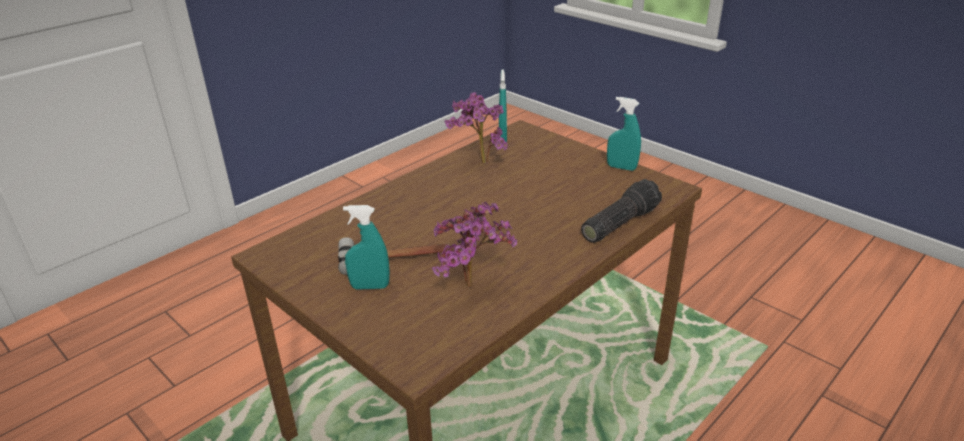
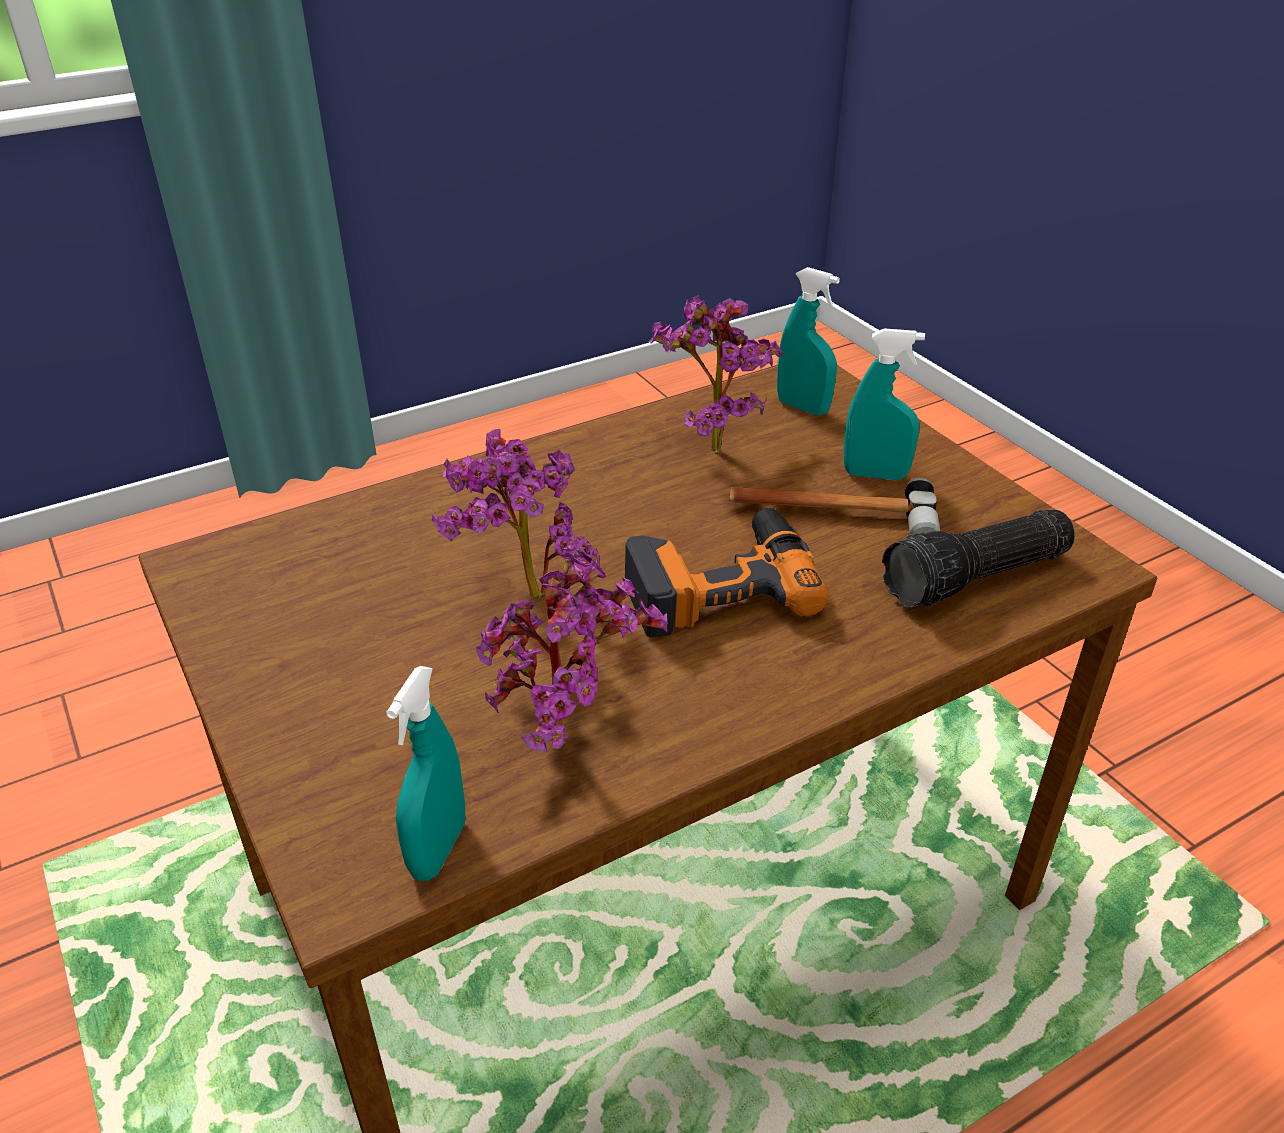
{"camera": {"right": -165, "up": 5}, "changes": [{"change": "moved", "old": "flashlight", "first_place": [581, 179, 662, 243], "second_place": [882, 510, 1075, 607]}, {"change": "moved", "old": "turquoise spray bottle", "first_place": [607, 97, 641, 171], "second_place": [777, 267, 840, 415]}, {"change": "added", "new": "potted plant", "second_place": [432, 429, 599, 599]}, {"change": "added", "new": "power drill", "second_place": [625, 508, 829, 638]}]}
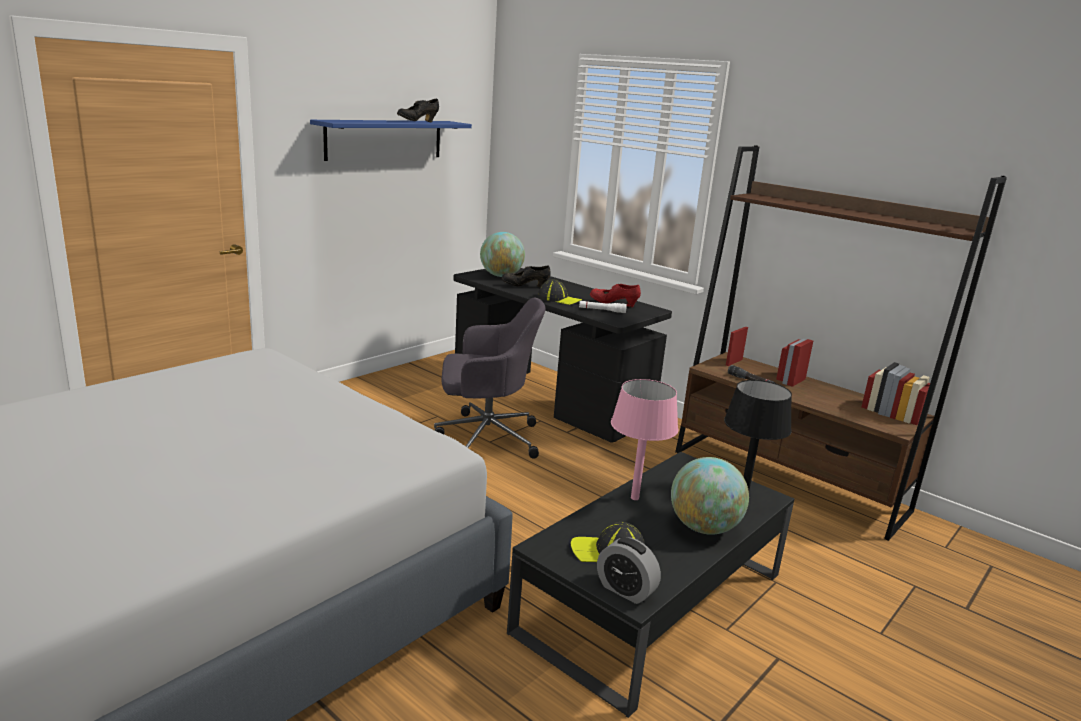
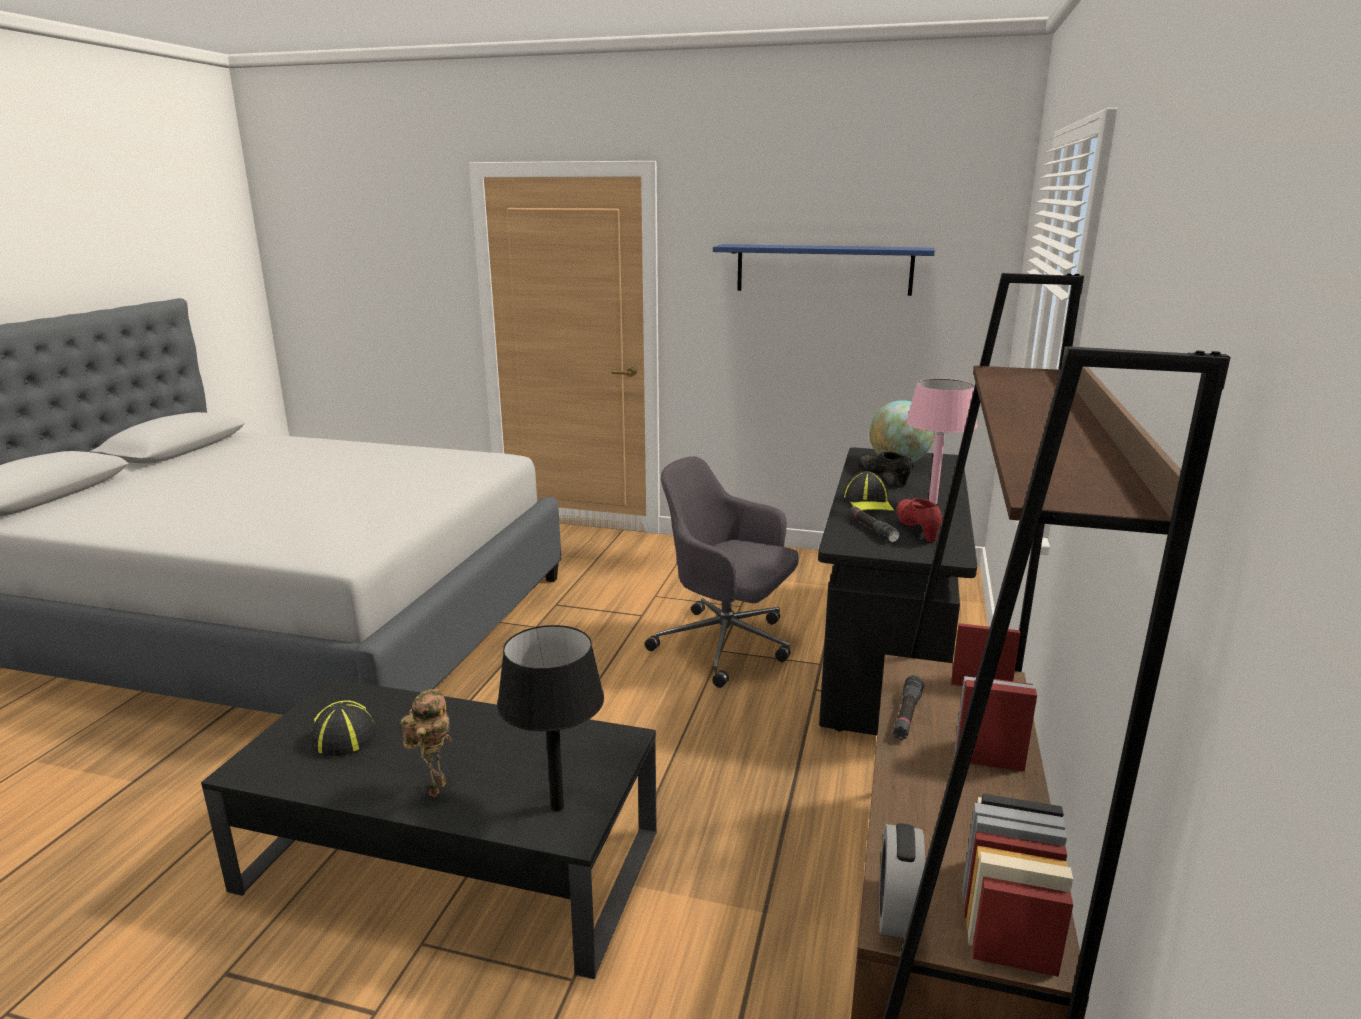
{"camera": {"right": 65, "up": 0}, "changes": [{"change": "removed", "old": "black shoe", "first_place": [397, 99, 439, 122]}, {"change": "turned", "old": "grey office chair", "first_place": [434, 297, 546, 459], "second_place": [645, 456, 799, 688], "degrees": 150}, {"change": "recoloured", "old": "white flashlight", "new": "black flashlight", "first_place": [579, 301, 627, 313], "second_place": [849, 507, 900, 543]}, {"change": "moved", "old": "alarm clock", "first_place": [597, 537, 661, 604], "second_place": [879, 823, 925, 938]}, {"change": "moved", "old": "pink table lamp", "first_place": [611, 379, 678, 500], "second_place": [906, 379, 977, 504]}, {"change": "replaced", "old": "globe", "new": "toy robot", "first_place": [671, 457, 749, 535], "second_place": [401, 689, 452, 797]}]}
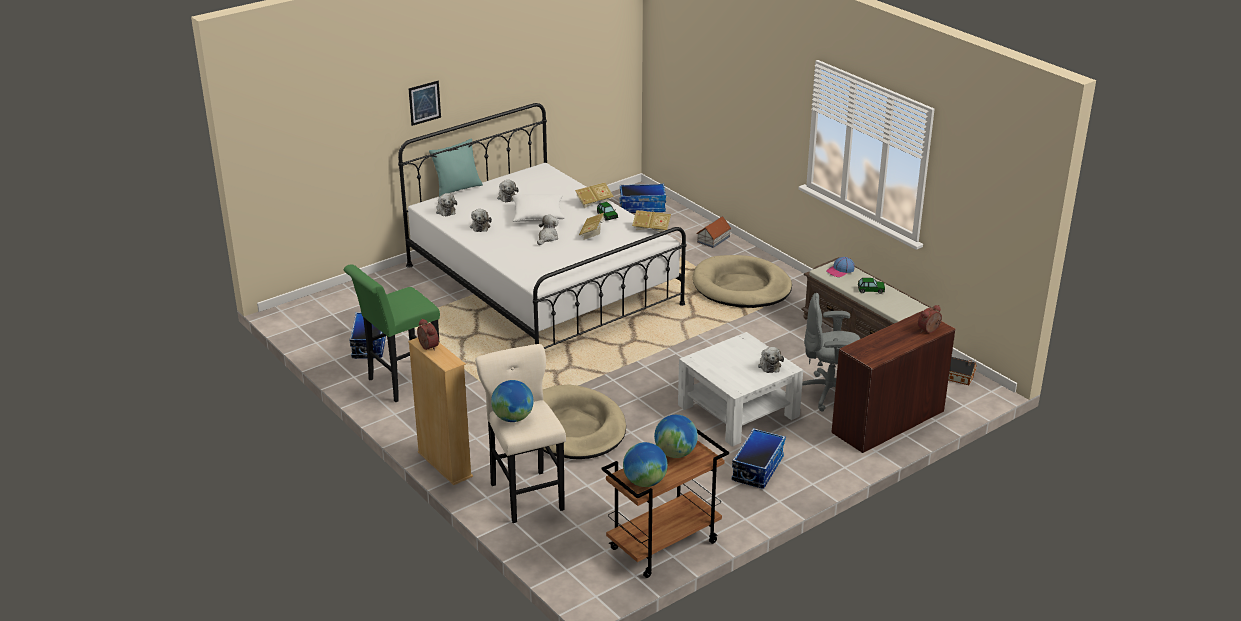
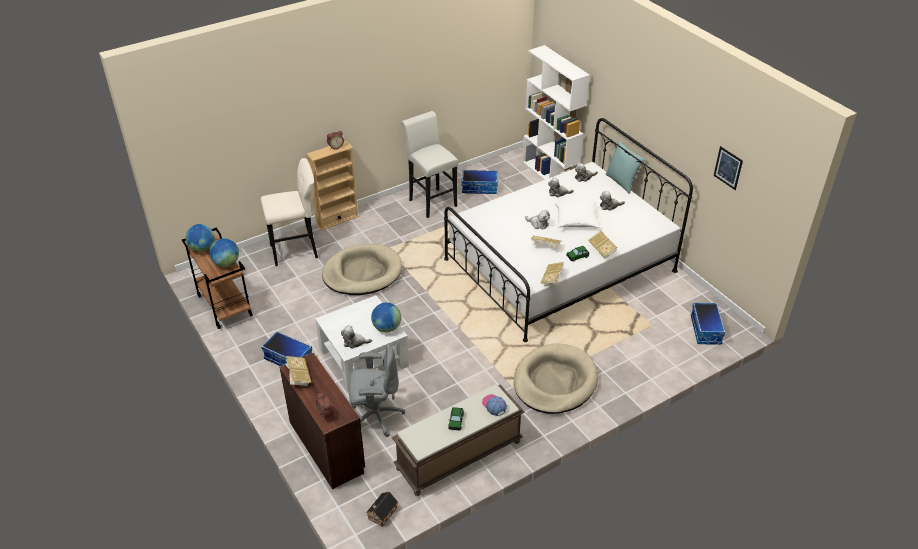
{"camera": {"right": 95, "up": 10}, "changes": [{"change": "recoloured", "old": "green stool", "new": "white stool", "first_place": [344, 264, 440, 402], "second_place": [401, 111, 458, 218]}, {"change": "moved", "old": "picture", "first_place": [409, 81, 441, 126], "second_place": [714, 146, 743, 190]}, {"change": "moved", "old": "globe", "first_place": [491, 380, 534, 422], "second_place": [371, 302, 401, 332]}, {"change": "removed", "old": "toy house", "first_place": [697, 216, 731, 248]}, {"change": "turned", "old": "grey office chair", "first_place": [802, 293, 860, 411], "second_place": [349, 344, 405, 437], "degrees": 75}, {"change": "added", "new": "book", "second_place": [285, 356, 311, 386]}, {"change": "added", "new": "white bookcase", "second_place": [522, 45, 590, 180]}]}
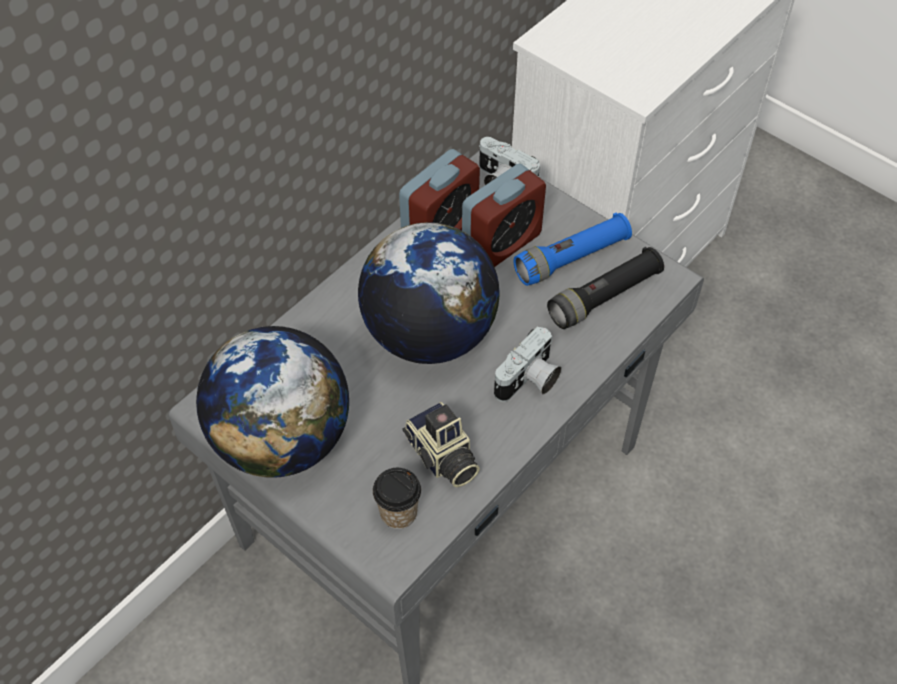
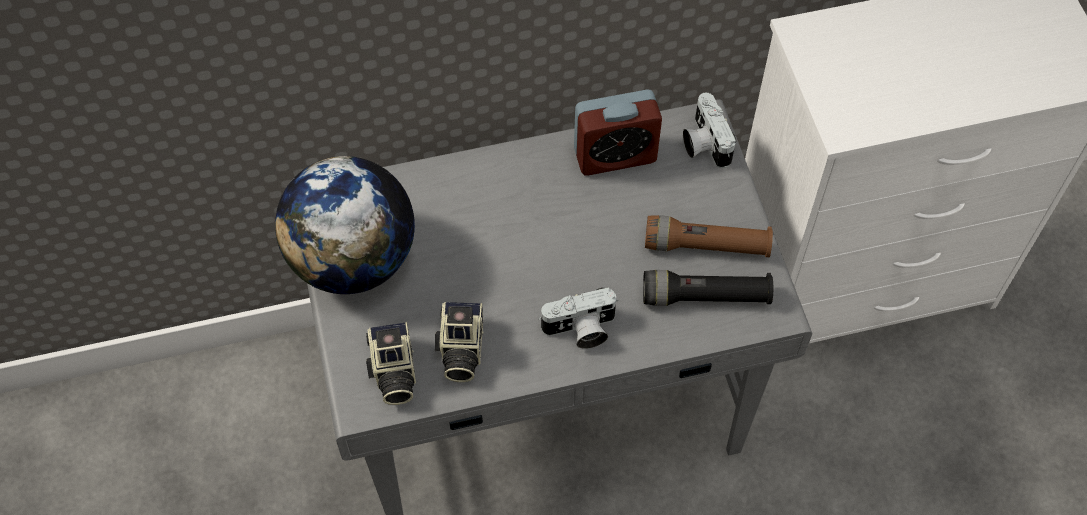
{"camera": {"right": 35, "up": 5}, "changes": [{"change": "removed", "old": "globe", "first_place": [358, 222, 499, 364]}, {"change": "replaced", "old": "cup", "new": "photo camera", "first_place": [373, 468, 421, 529], "second_place": [366, 322, 416, 405]}, {"change": "removed", "old": "alarm clock", "first_place": [462, 164, 546, 267]}, {"change": "recoloured", "old": "blue flashlight", "new": "brown flashlight", "first_place": [513, 213, 632, 286], "second_place": [645, 215, 773, 257]}]}
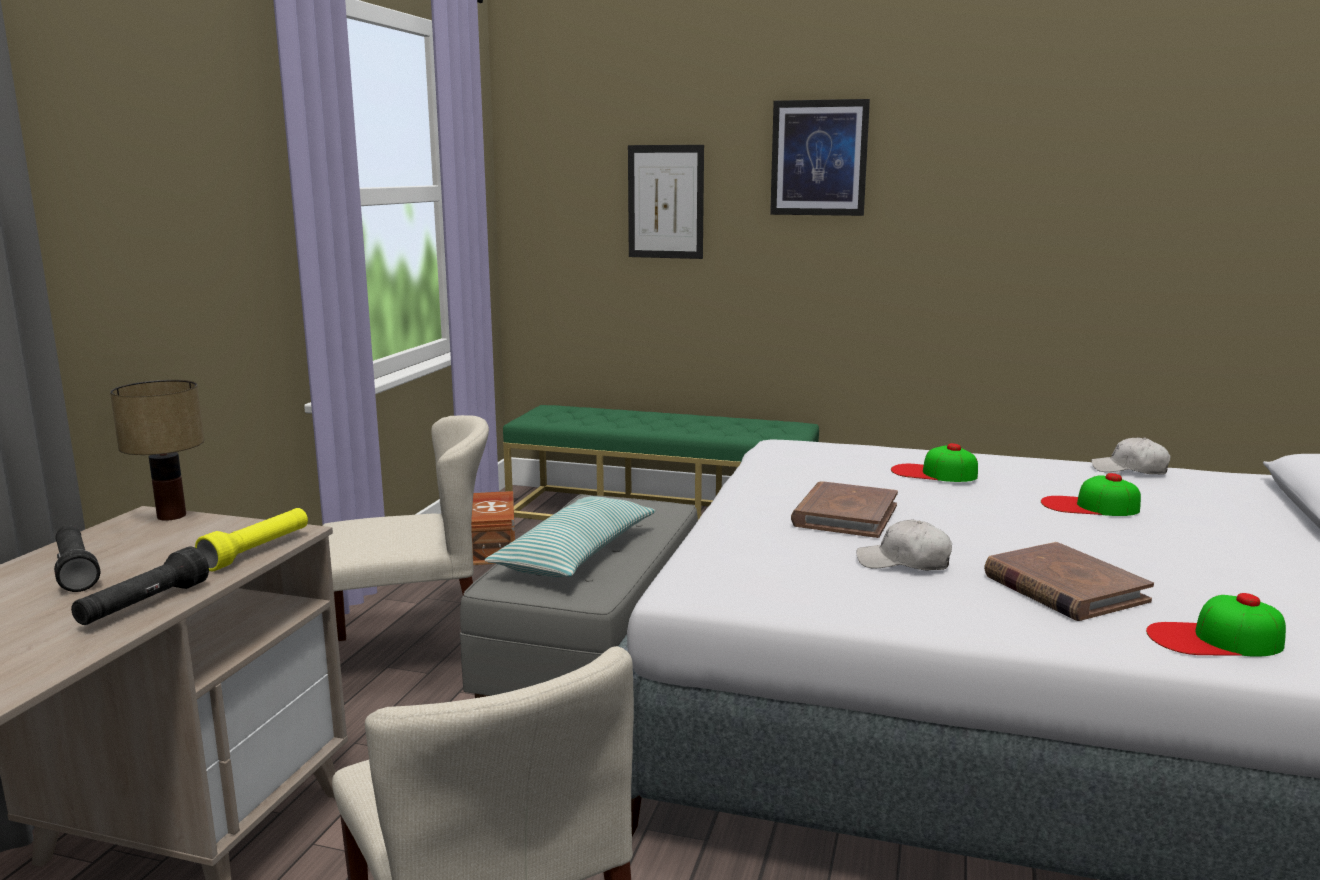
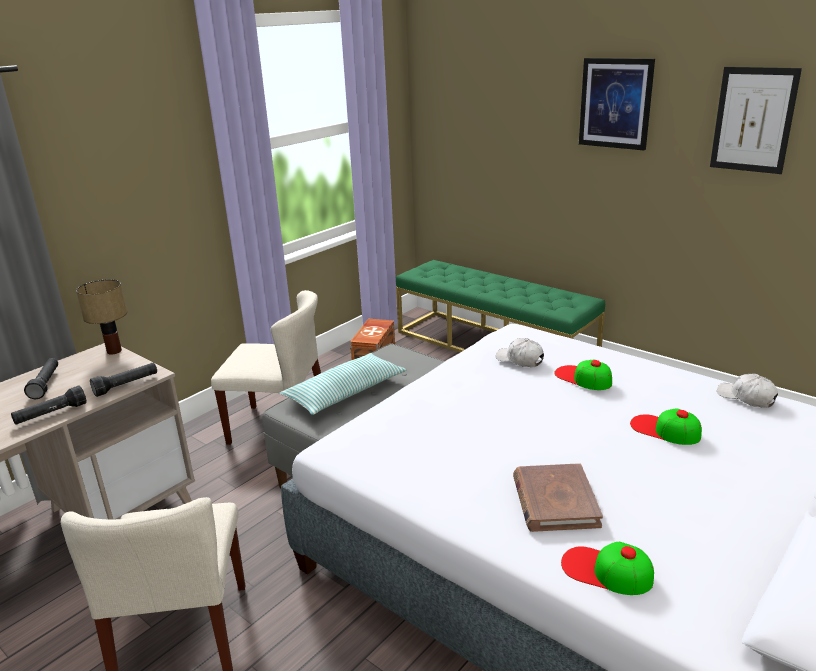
{"camera": {"right": 25, "up": 10}, "changes": [{"change": "recoloured", "old": "yellow flashlight", "new": "black flashlight", "first_place": [195, 508, 308, 571], "second_place": [90, 363, 157, 397]}, {"change": "moved", "old": "picture", "first_place": [628, 145, 704, 259], "second_place": [710, 67, 802, 174]}, {"change": "removed", "old": "brown book", "first_place": [791, 481, 898, 538]}, {"change": "moved", "old": "white cap", "first_place": [856, 519, 952, 571], "second_place": [496, 338, 544, 367]}]}
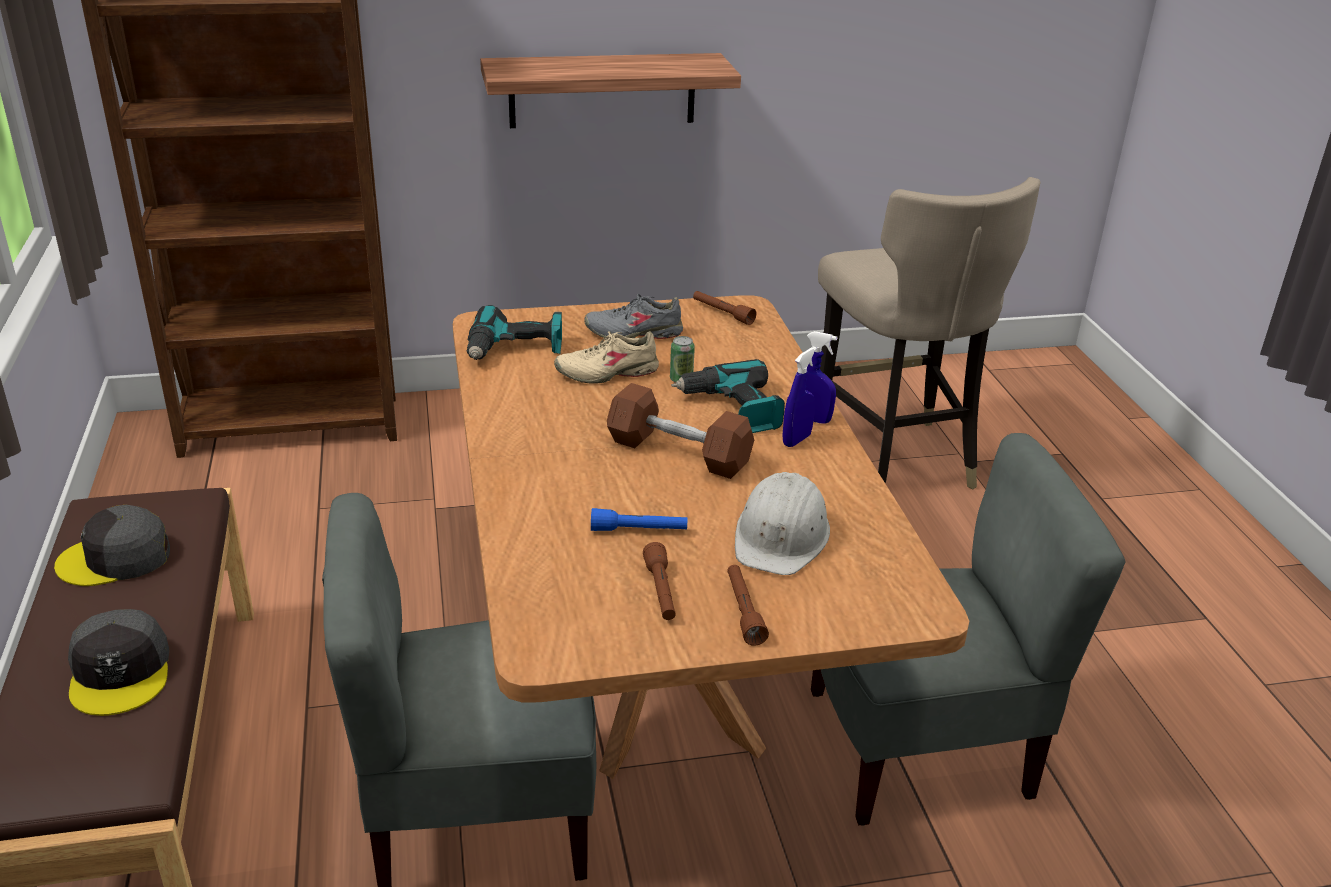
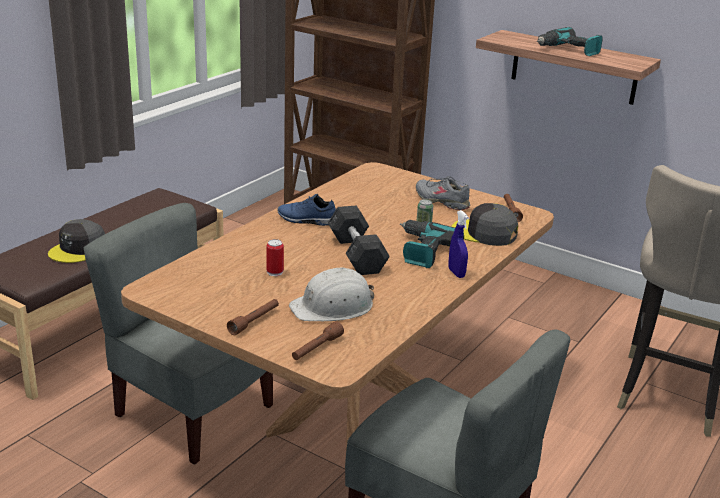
{"camera": {"right": 45, "up": -5}, "changes": [{"change": "moved", "old": "grey cap", "first_place": [54, 505, 170, 586], "second_place": [451, 203, 518, 246]}, {"change": "moved", "old": "power drill", "first_place": [467, 305, 562, 360], "second_place": [537, 27, 603, 56]}, {"change": "removed", "old": "beige shoe", "first_place": [554, 331, 659, 383]}, {"change": "replaced", "old": "blue flashlight", "new": "can", "first_place": [591, 508, 688, 531], "second_place": [266, 239, 284, 276]}, {"change": "recoloured", "old": "brown dumbbell", "new": "grey dumbbell", "first_place": [607, 383, 754, 479], "second_place": [328, 205, 390, 275]}, {"change": "moved", "old": "brown flashlight", "first_place": [643, 542, 676, 620], "second_place": [292, 321, 344, 360]}, {"change": "removed", "old": "blue spray bottle", "first_place": [782, 347, 817, 447]}, {"change": "added", "new": "blue shoe", "second_place": [277, 194, 336, 226]}]}
